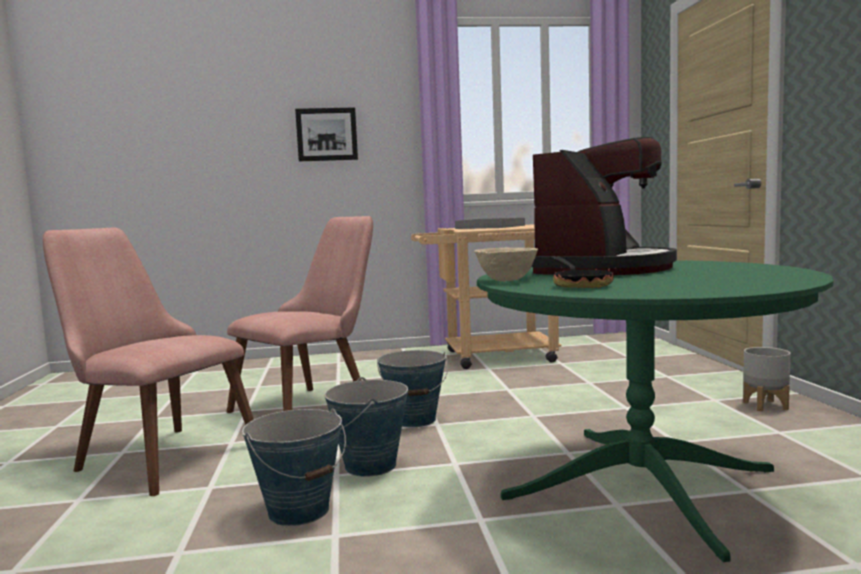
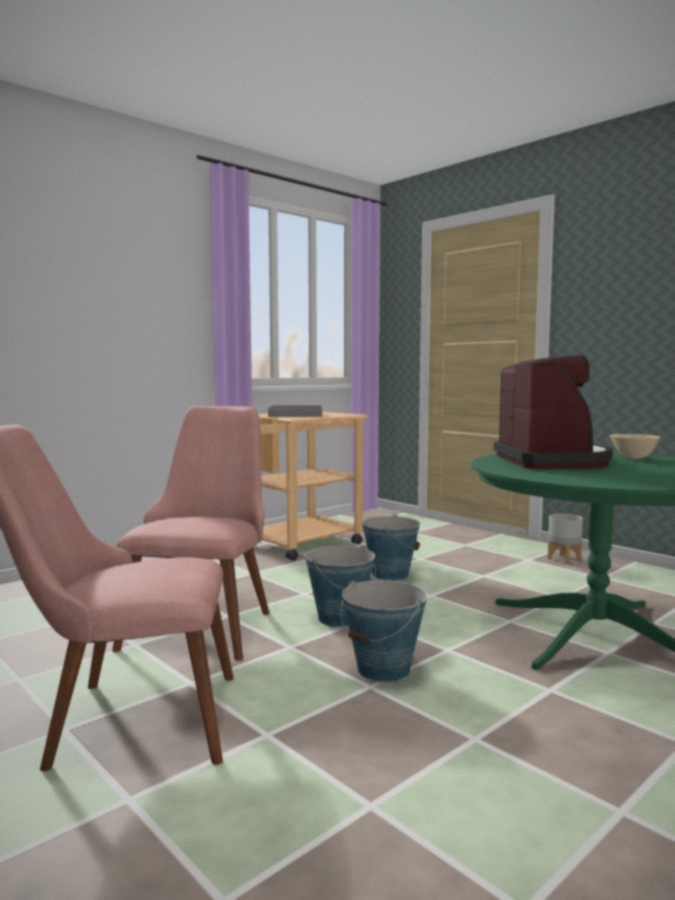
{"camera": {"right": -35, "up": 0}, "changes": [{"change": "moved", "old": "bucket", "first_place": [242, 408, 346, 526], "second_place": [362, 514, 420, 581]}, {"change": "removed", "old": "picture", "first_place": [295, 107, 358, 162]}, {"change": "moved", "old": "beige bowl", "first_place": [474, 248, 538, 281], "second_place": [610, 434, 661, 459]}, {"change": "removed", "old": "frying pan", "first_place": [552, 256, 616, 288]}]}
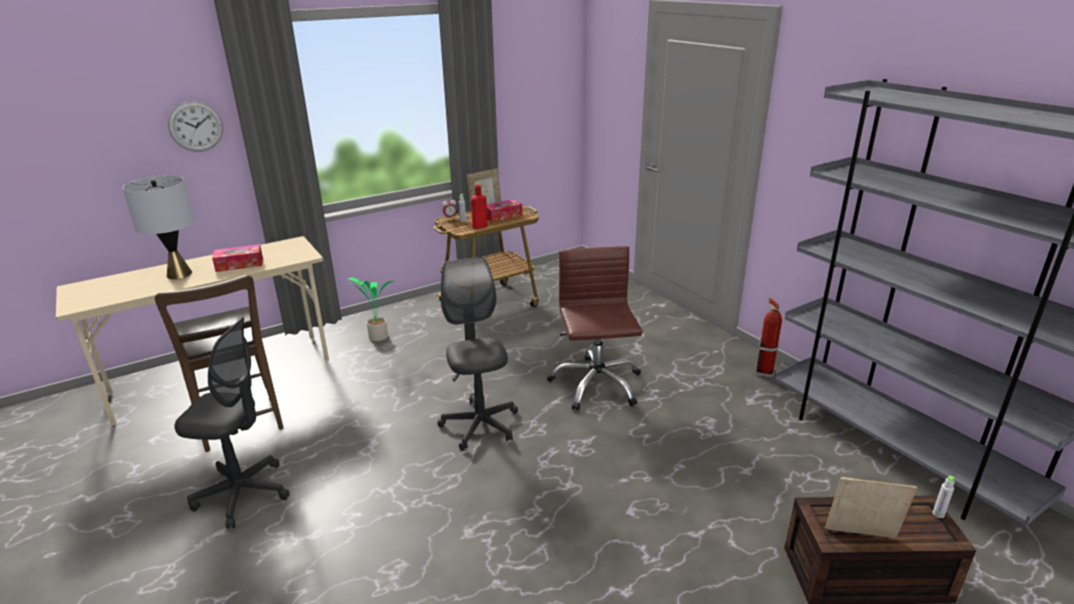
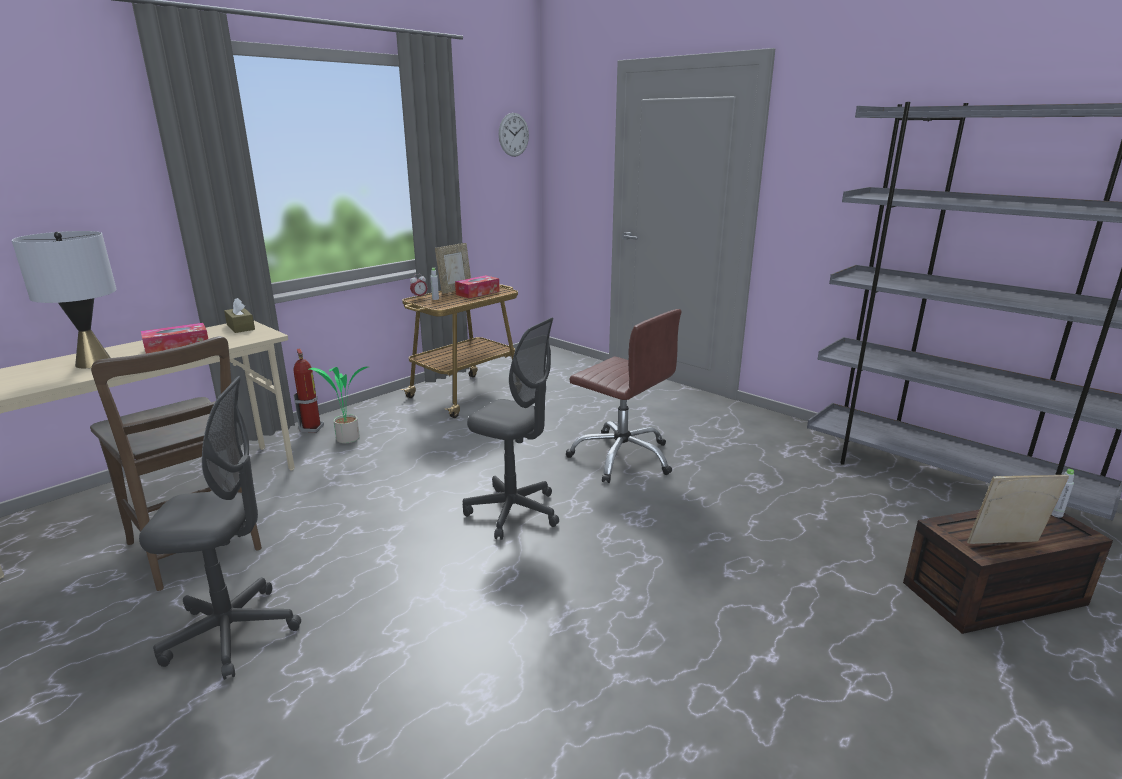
{"camera": {"right": -15, "up": -5}, "changes": [{"change": "moved", "old": "wall clock", "first_place": [168, 101, 223, 152], "second_place": [499, 113, 529, 157]}, {"change": "turned", "old": "grey office chair", "first_place": [438, 257, 518, 451], "second_place": [463, 318, 559, 540], "degrees": 150}, {"change": "removed", "old": "red bottle", "first_place": [471, 185, 487, 229]}, {"change": "turned", "old": "brown office chair", "first_place": [547, 246, 642, 411], "second_place": [566, 309, 681, 483], "degrees": 150}, {"change": "moved", "old": "fire extinguisher", "first_place": [755, 298, 782, 378], "second_place": [293, 348, 324, 433]}, {"change": "added", "new": "brown tissue box", "second_place": [224, 298, 255, 333]}]}
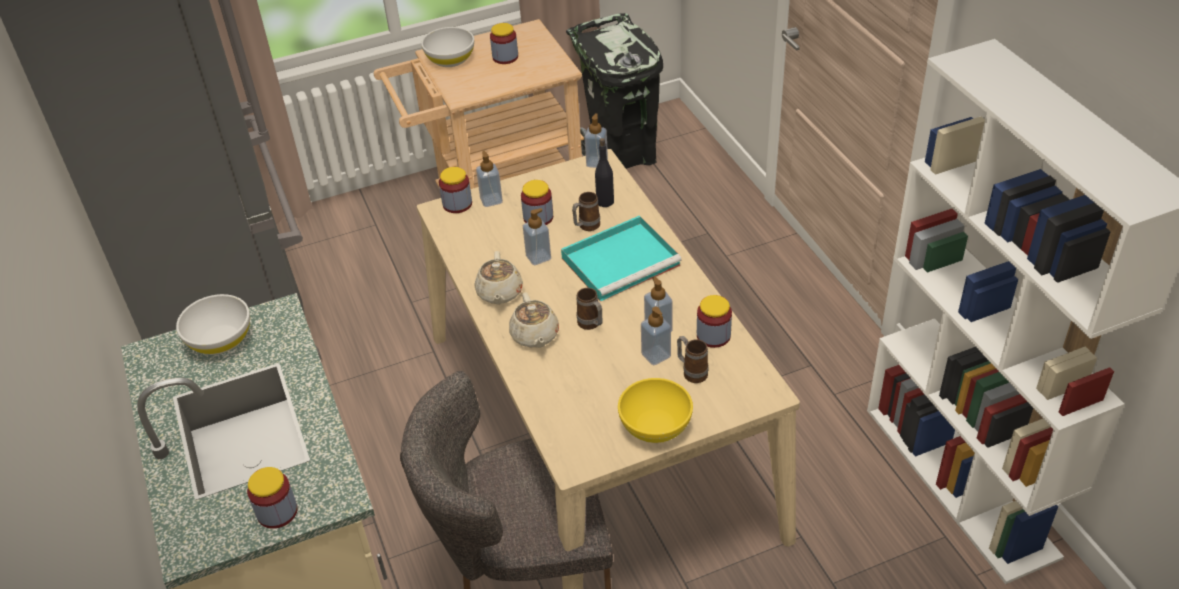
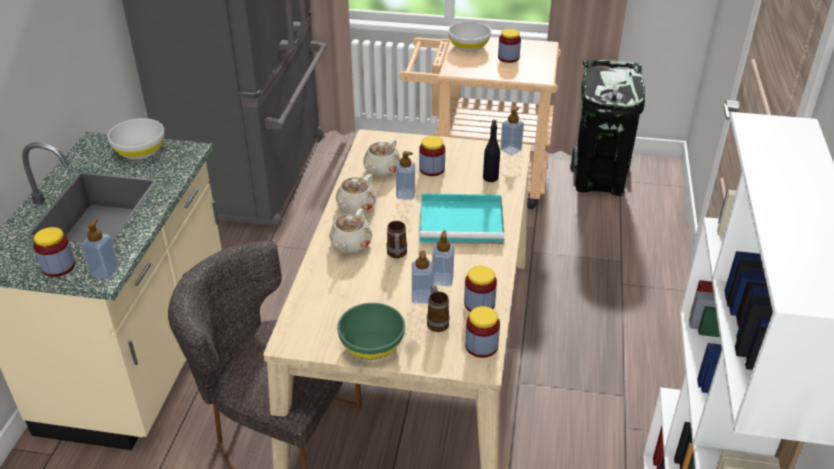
{"camera": {"right": 30, "up": -5}, "changes": [{"change": "moved", "old": "jar", "first_place": [439, 167, 472, 213], "second_place": [465, 306, 500, 358]}, {"change": "moved", "old": "soap dispenser", "first_place": [476, 151, 503, 207], "second_place": [82, 219, 119, 279]}, {"change": "removed", "old": "mug", "first_place": [572, 192, 600, 231]}, {"change": "recoloured", "old": "yellow bowl", "new": "green bowl", "first_place": [618, 378, 693, 443], "second_place": [337, 303, 405, 359]}, {"change": "added", "new": "beige teapot", "second_place": [363, 139, 401, 176]}]}
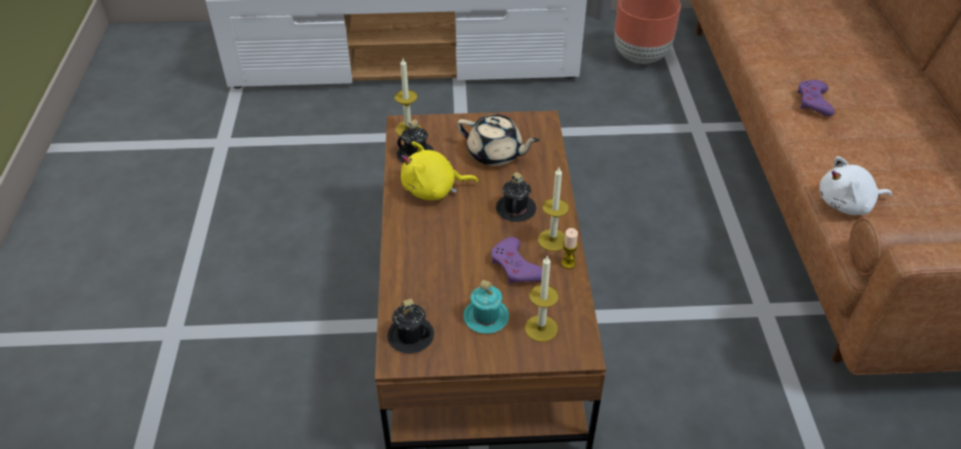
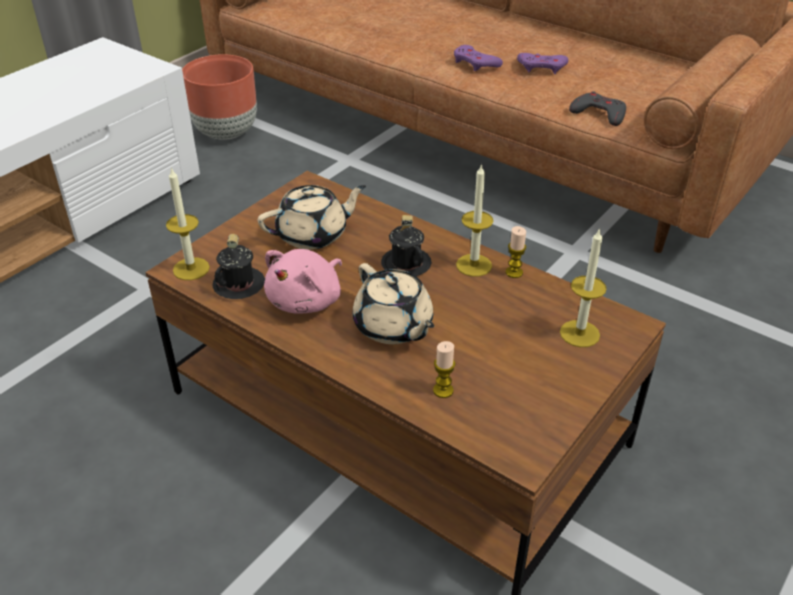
{"camera": {"right": -50, "up": -5}, "changes": [{"change": "removed", "old": "black mug", "first_place": [387, 299, 434, 353]}, {"change": "recoloured", "old": "yellow plush toy", "new": "pink plush toy", "first_place": [401, 141, 478, 200], "second_place": [264, 249, 342, 314]}, {"change": "removed", "old": "turquoise mug", "first_place": [463, 280, 509, 334]}, {"change": "moved", "old": "purple game controller", "first_place": [491, 237, 542, 284], "second_place": [517, 53, 568, 74]}, {"change": "replaced", "old": "white plush toy", "new": "grey game controller", "first_place": [819, 156, 892, 215], "second_place": [569, 91, 626, 126]}, {"change": "added", "new": "beige teapot", "second_place": [353, 263, 434, 344]}, {"change": "added", "new": "candle", "second_place": [433, 341, 455, 398]}]}
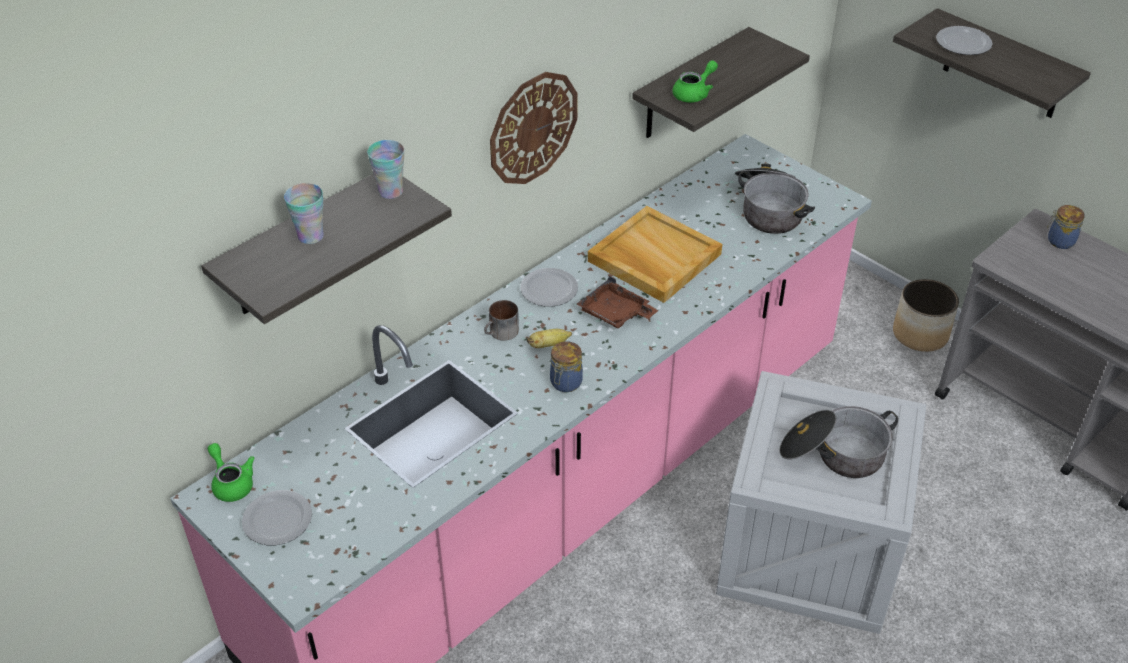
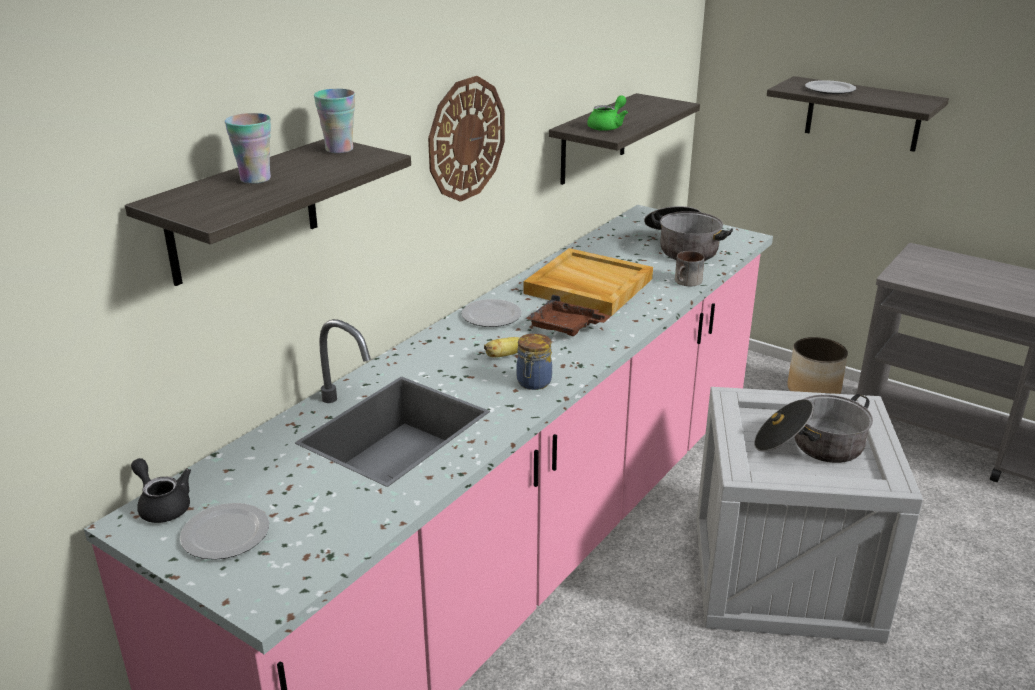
{"camera": {"right": -10, "up": -15}, "changes": [{"change": "recoloured", "old": "green teapot", "new": "black teapot", "first_place": [208, 443, 254, 502], "second_place": [131, 458, 191, 523]}, {"change": "moved", "old": "mug", "first_place": [484, 300, 519, 341], "second_place": [675, 251, 704, 286]}, {"change": "removed", "old": "jar", "first_place": [1047, 205, 1085, 249]}]}
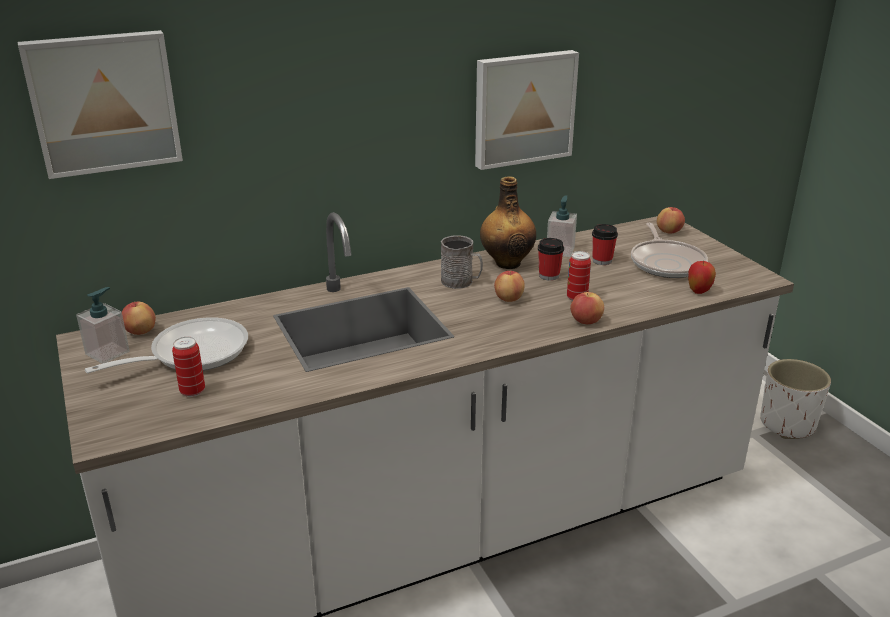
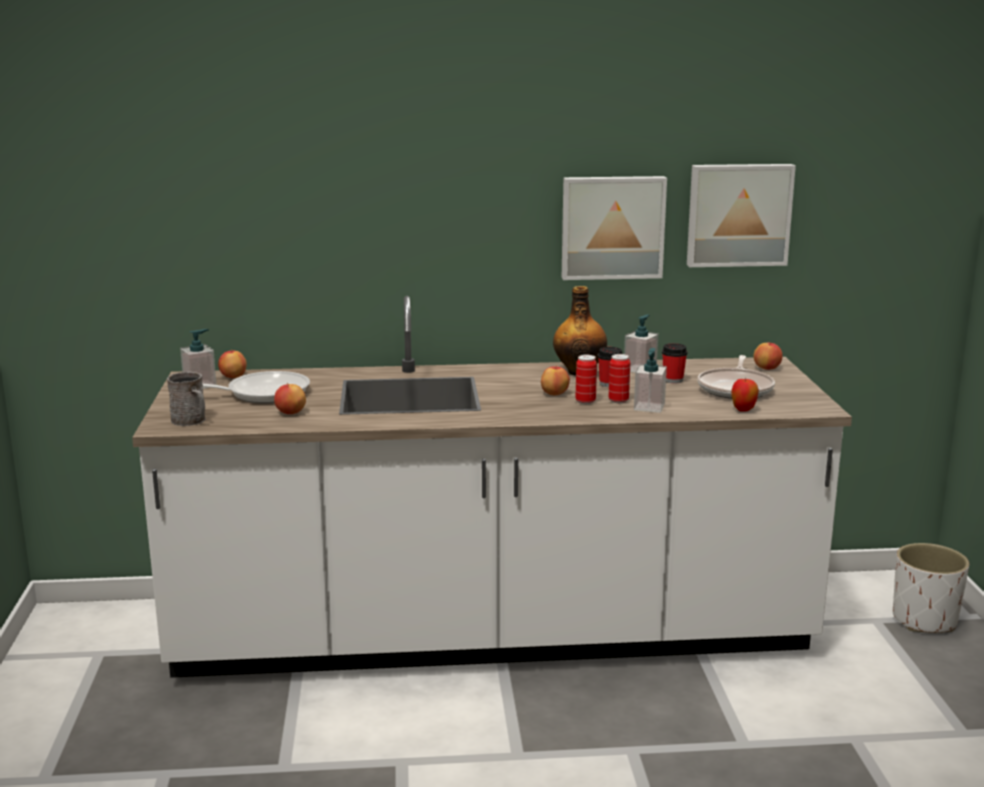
{"camera": {"right": 20, "up": -10}, "changes": [{"change": "moved", "old": "picture", "first_place": [18, 30, 183, 179], "second_place": [687, 164, 796, 267]}, {"change": "moved", "old": "can", "first_place": [172, 337, 205, 397], "second_place": [575, 355, 597, 404]}, {"change": "moved", "old": "grey mug", "first_place": [441, 235, 483, 289], "second_place": [167, 372, 206, 426]}, {"change": "moved", "old": "apple", "first_place": [570, 292, 604, 324], "second_place": [274, 383, 306, 414]}, {"change": "added", "new": "soap dispenser", "second_place": [634, 348, 667, 413]}]}
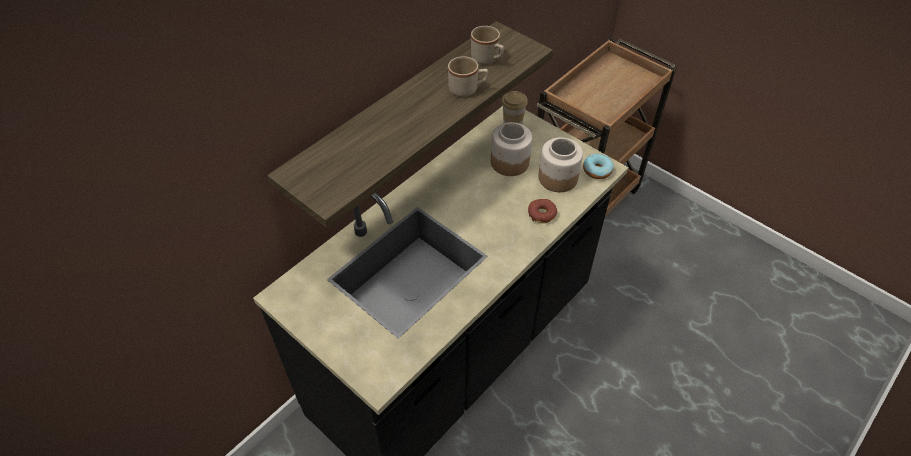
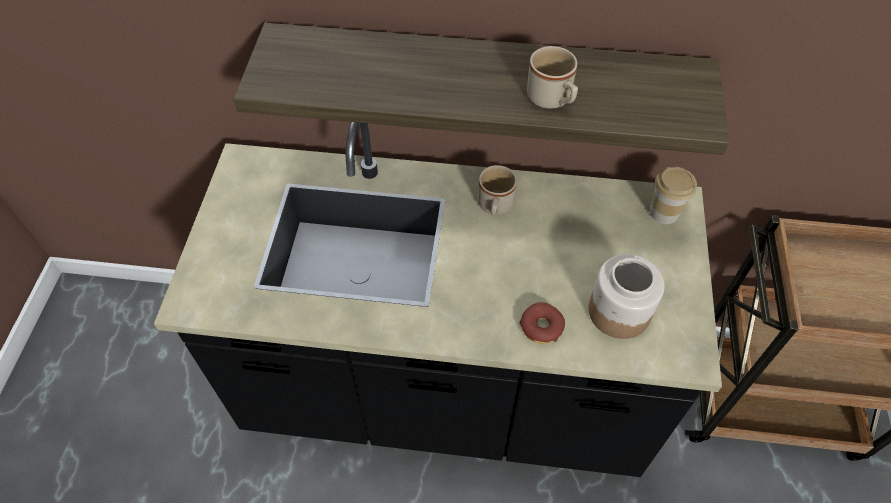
{"camera": {"right": 55, "up": 5}, "changes": [{"change": "moved", "old": "beige mug", "first_place": [471, 26, 504, 65], "second_place": [478, 165, 517, 215]}, {"change": "removed", "old": "jar", "first_place": [491, 122, 532, 176]}, {"change": "removed", "old": "donut", "first_place": [583, 154, 614, 179]}]}
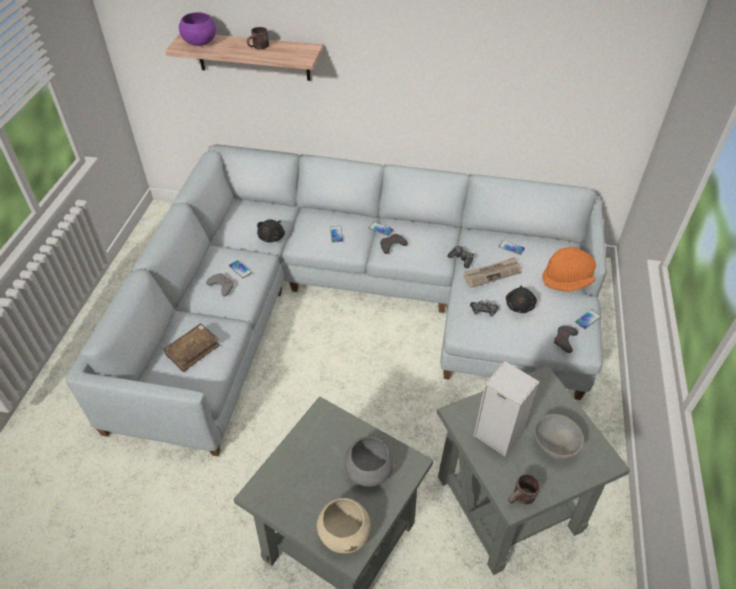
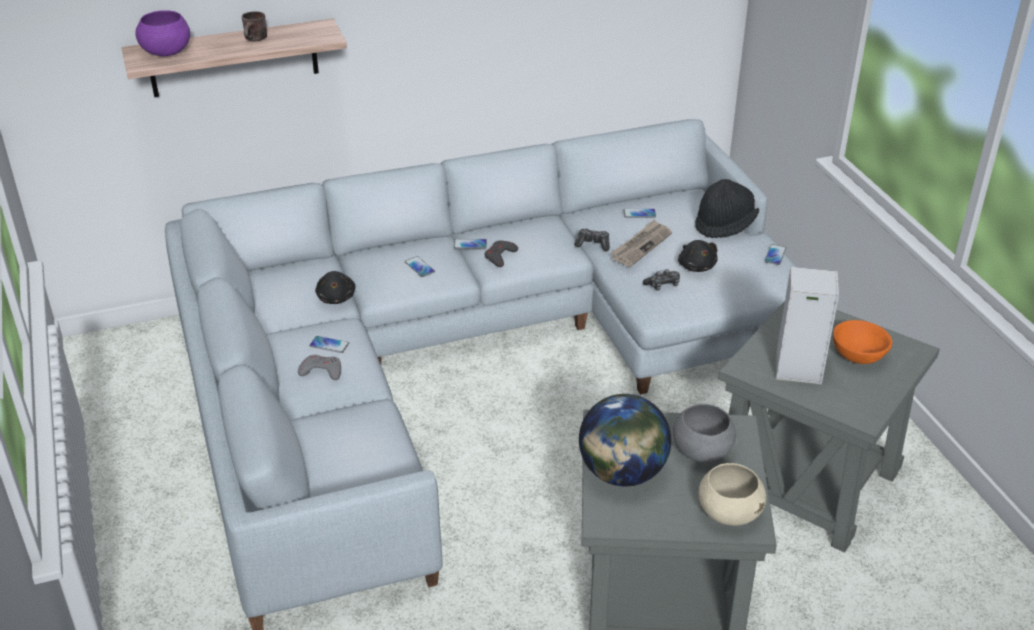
{"camera": {"right": -30, "up": -10}, "changes": [{"change": "removed", "old": "brown book", "first_place": [164, 324, 220, 372]}, {"change": "removed", "old": "brown mug", "first_place": [508, 474, 540, 504]}, {"change": "recoloured", "old": "grey bowl", "new": "orange bowl", "first_place": [534, 414, 584, 459], "second_place": [833, 320, 892, 364]}, {"change": "recoloured", "old": "orange hat", "new": "black hat", "first_place": [542, 247, 596, 292], "second_place": [695, 179, 759, 238]}, {"change": "removed", "old": "grey game controller", "first_place": [554, 326, 578, 353]}, {"change": "added", "new": "globe", "second_place": [579, 394, 671, 487]}]}
